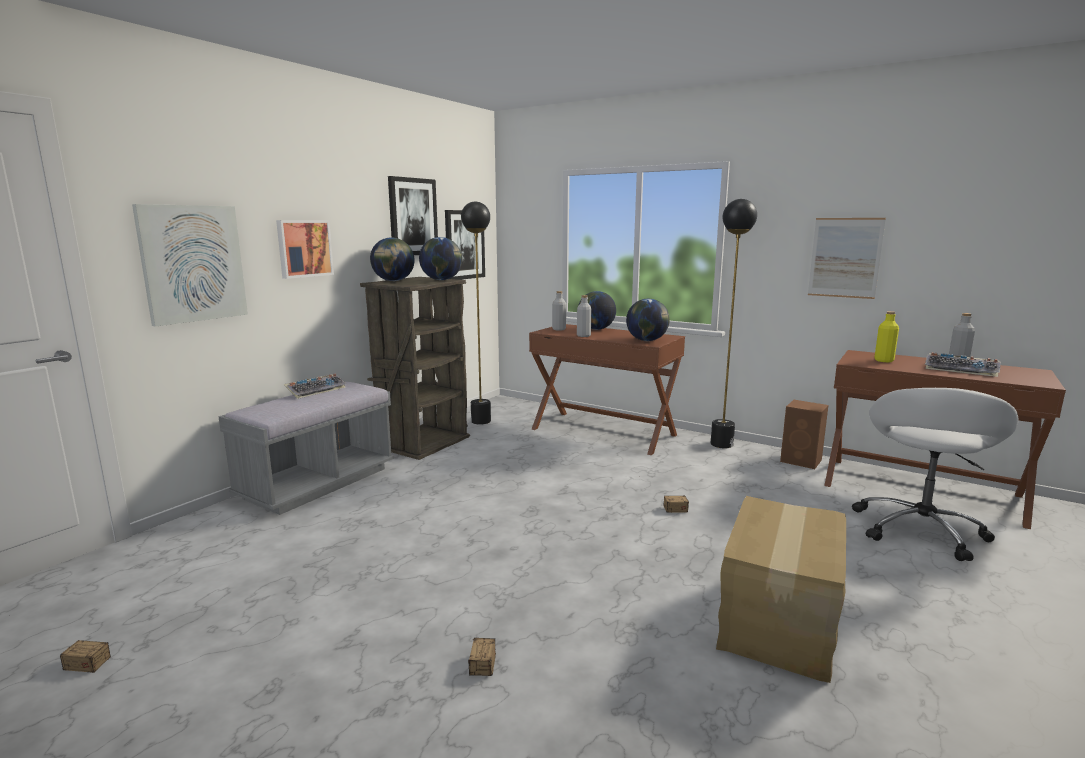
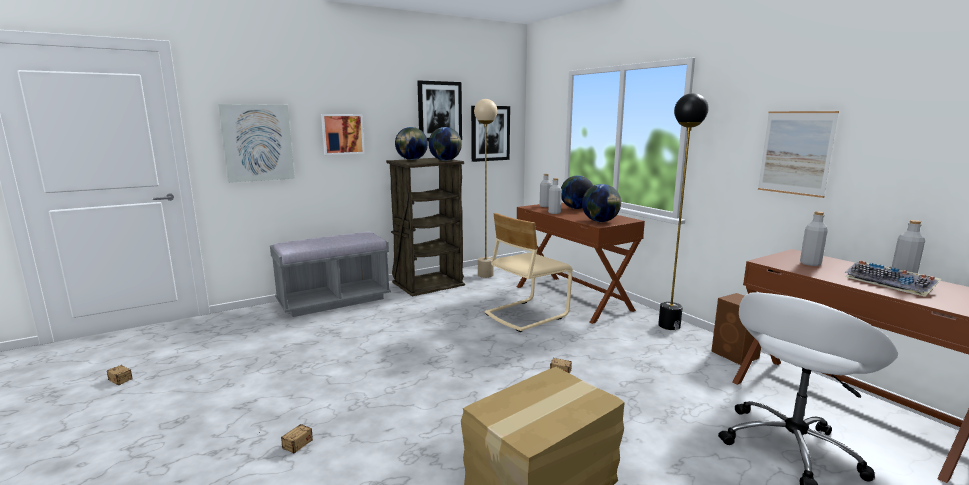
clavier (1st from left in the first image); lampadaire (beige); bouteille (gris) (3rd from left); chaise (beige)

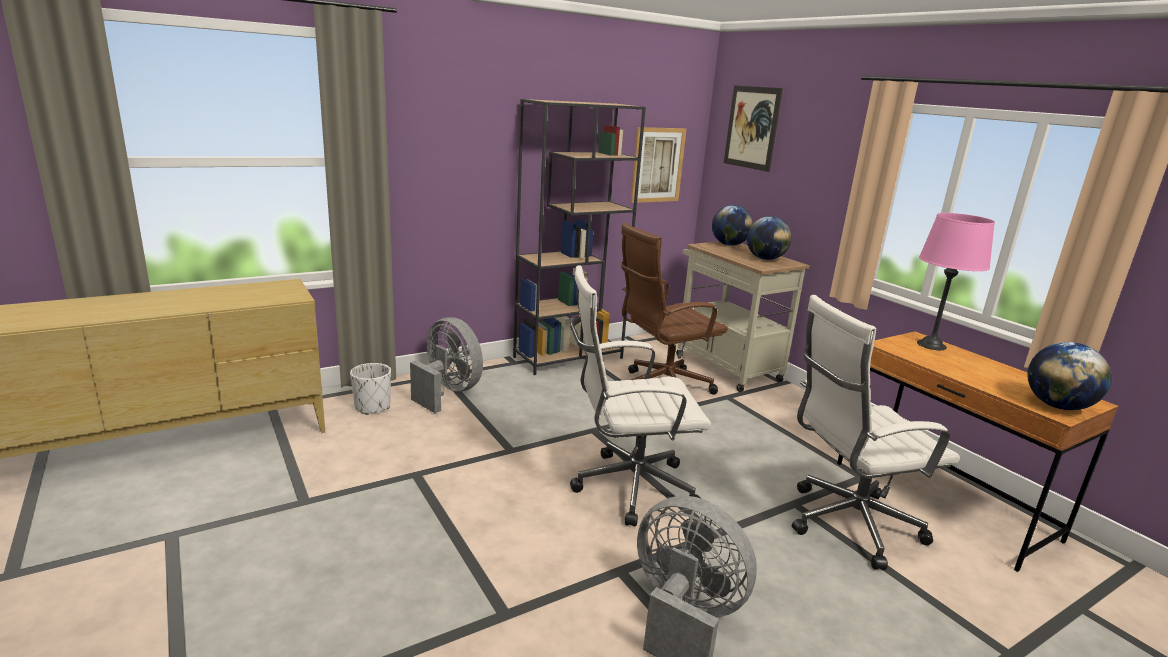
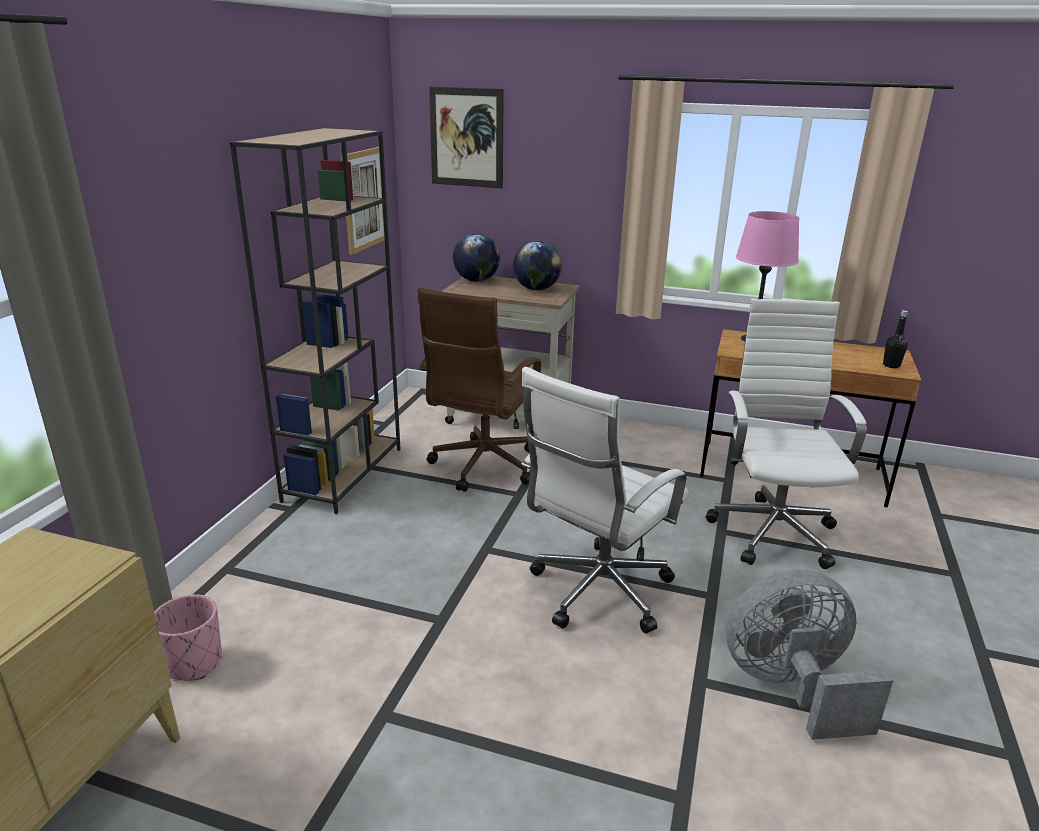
cache-pot (rose); ventilateur (gris) (1st from left in the first image); chaise de bureau (blanc) (2nd from left); bouteille (noir)

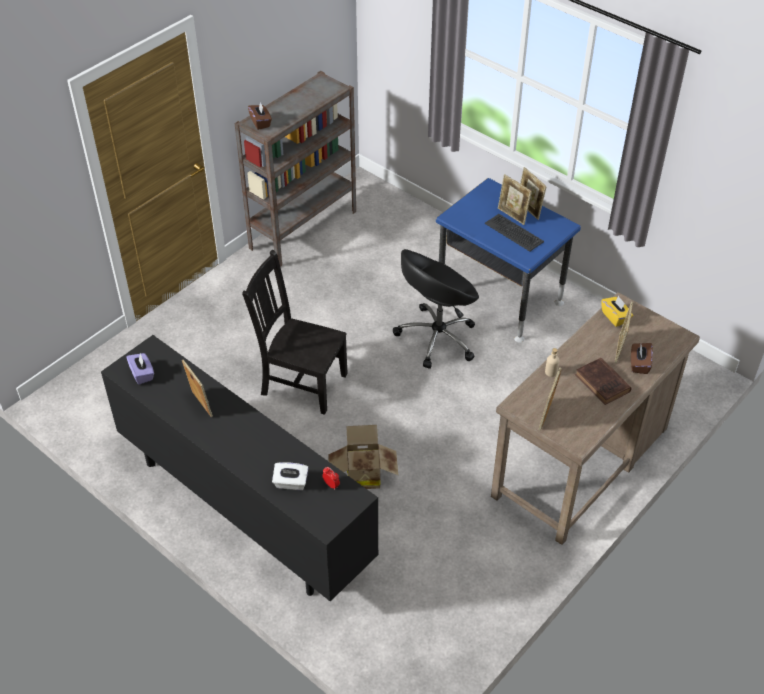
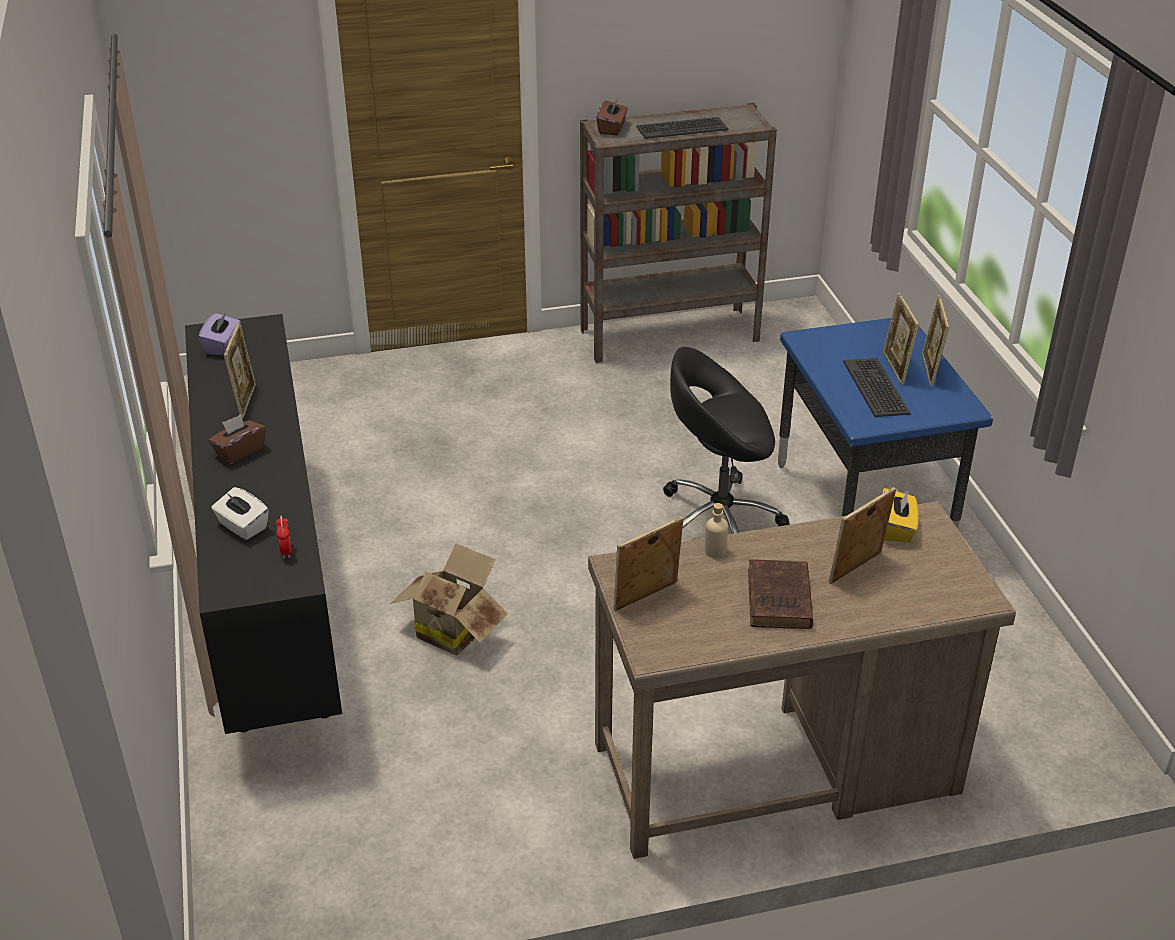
chaise (noir); boîte à mouchoirs (marron) (1st from left); clavier (1st from left)

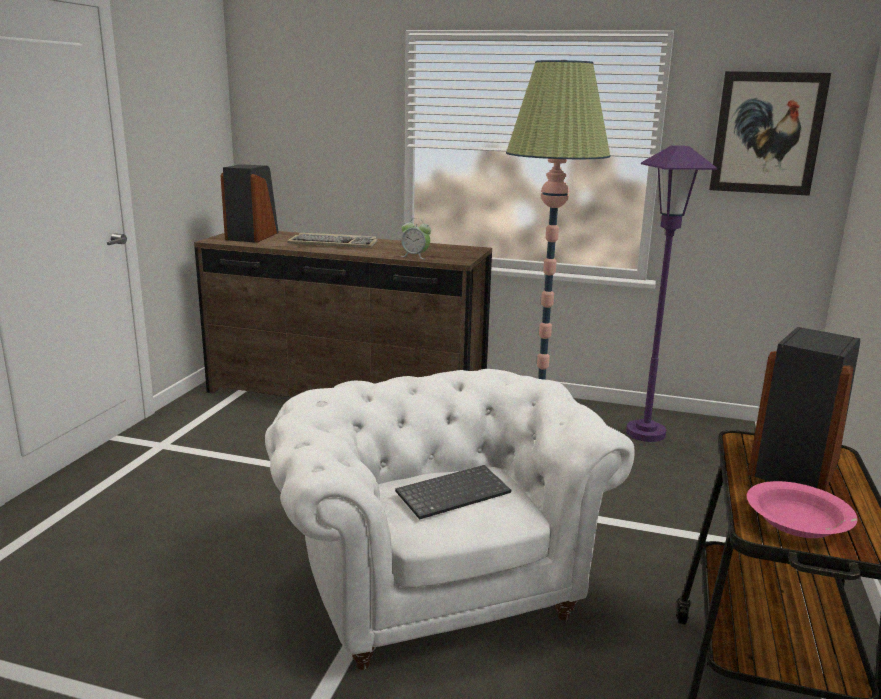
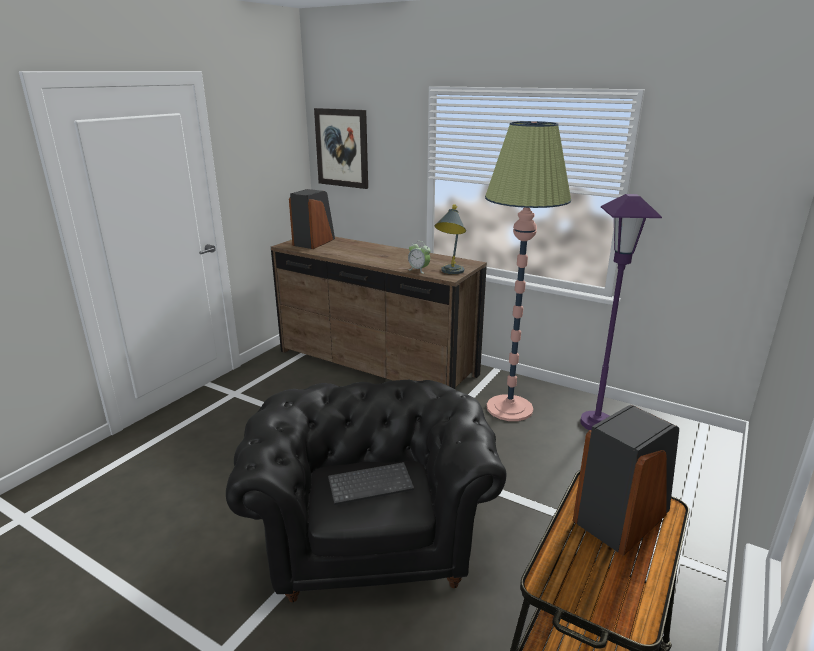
fauteuil (noir); clavier (1st from left in the first image); tableau; bol (rose); lampe de table (gris)

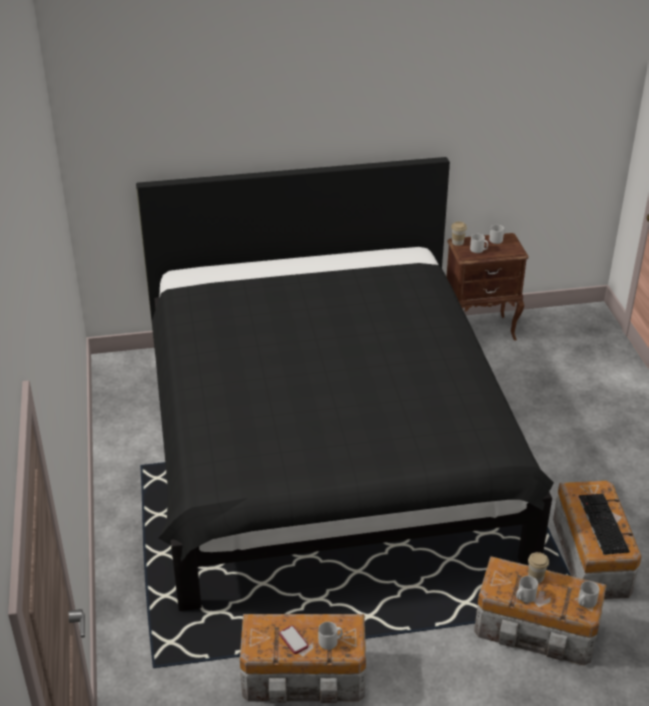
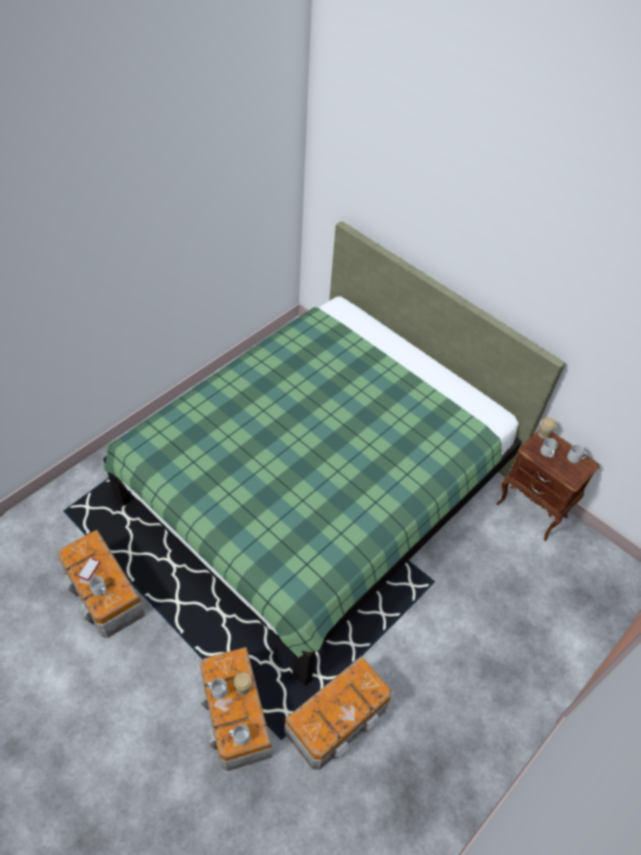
lit (vert); clavier

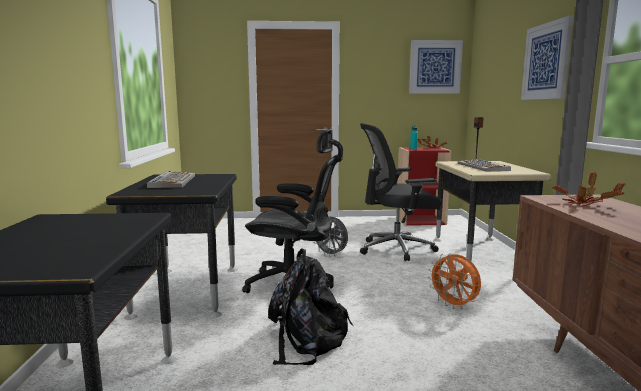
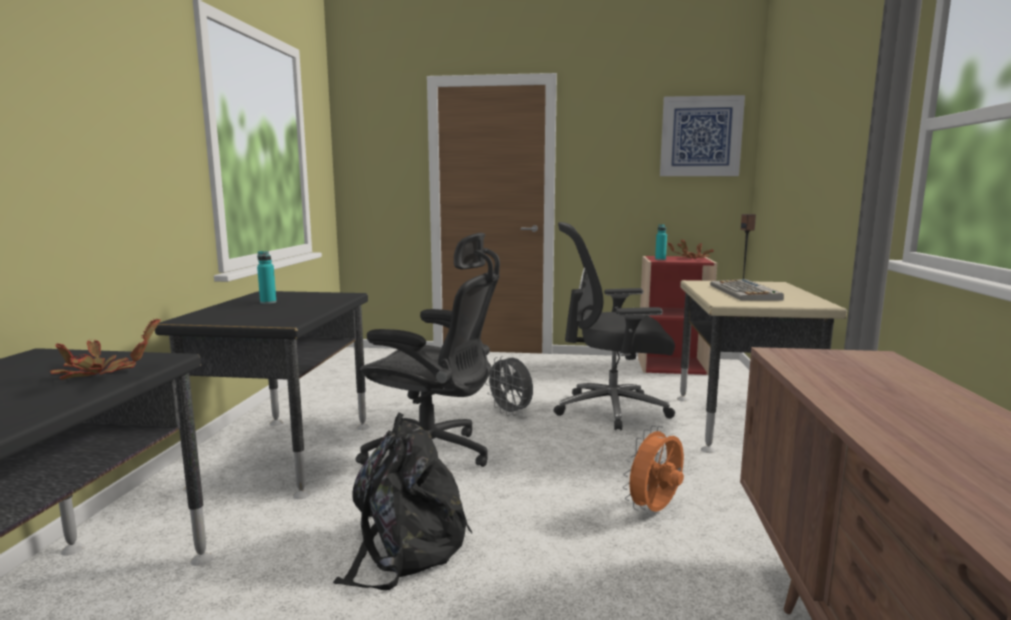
bouteille (turquoise) (1st from left); ventilateur (orange); tableau (2nd from left in the first image); plante en pot (1st from left)

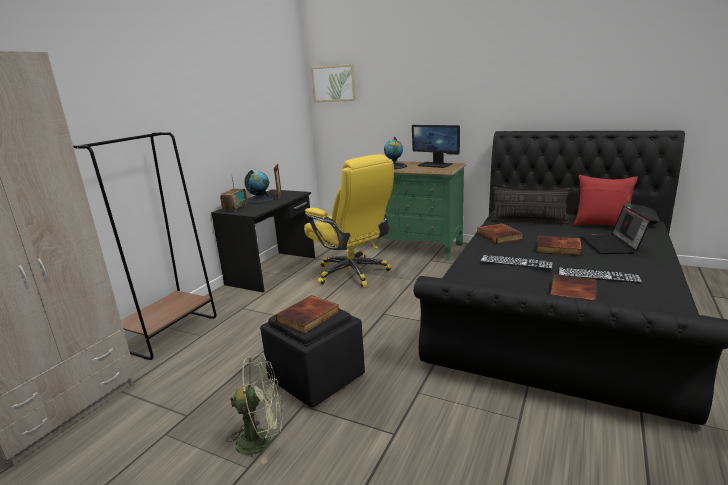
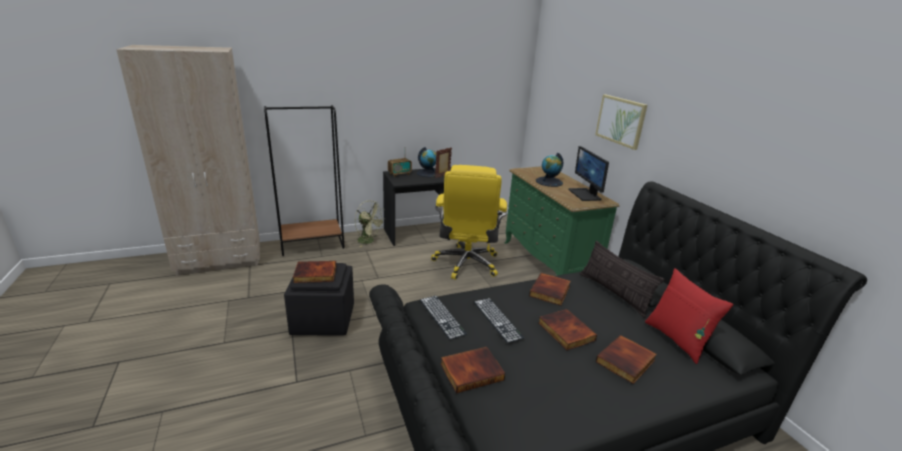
ventilateur (vert); tableau; clavier (1st from left); livre (5th from left)

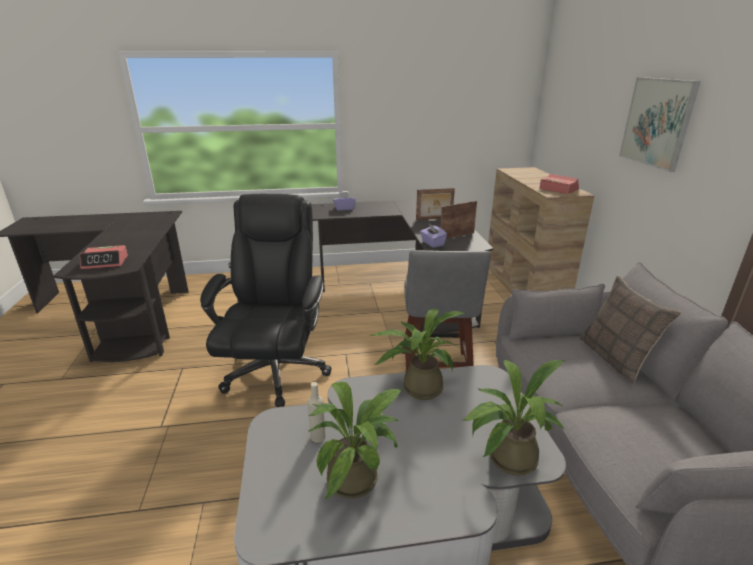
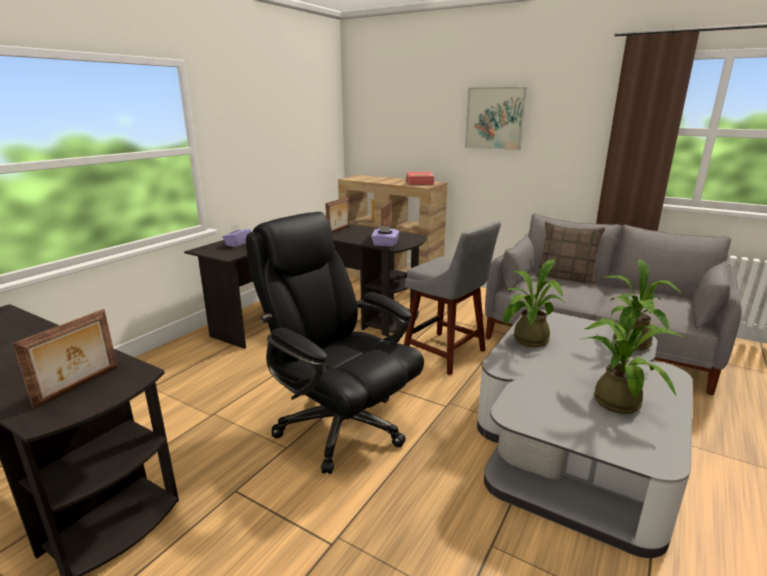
cadre photo (1st from left); bouteille (beige)

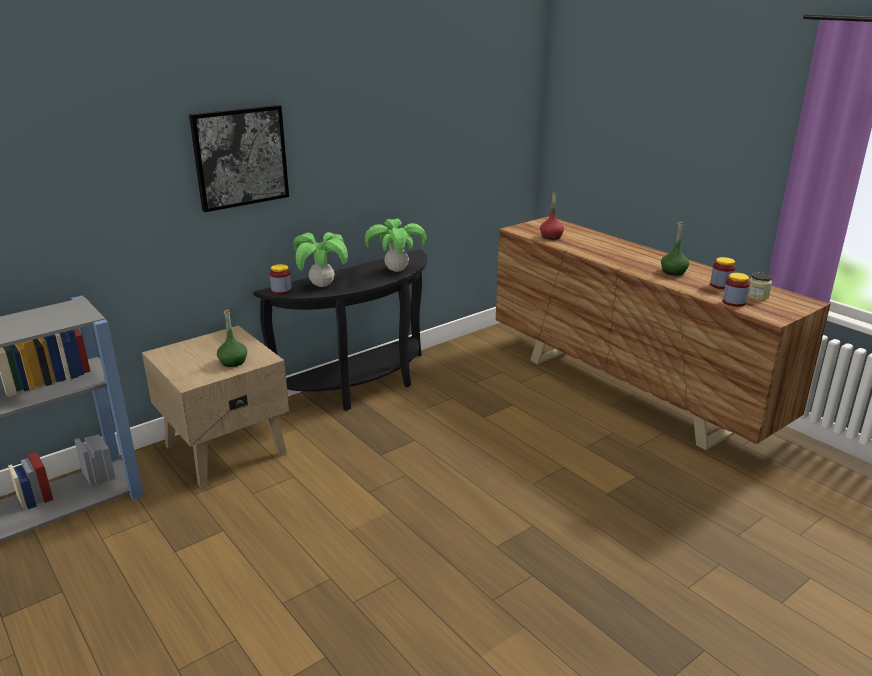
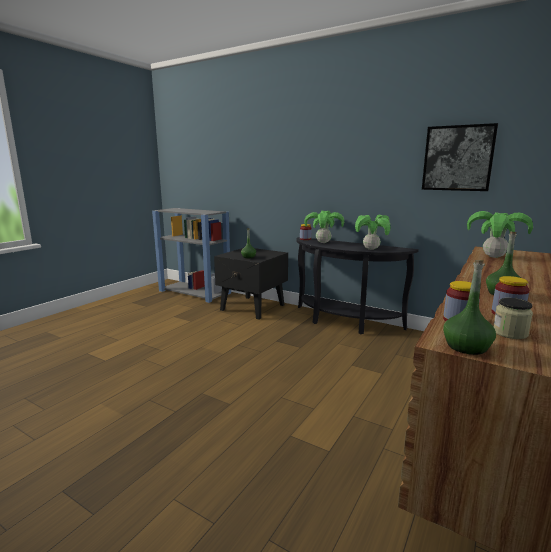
table de chevet (noir); tableau; plante en pot (3rd from left); bouteille (vert) (2nd from left)

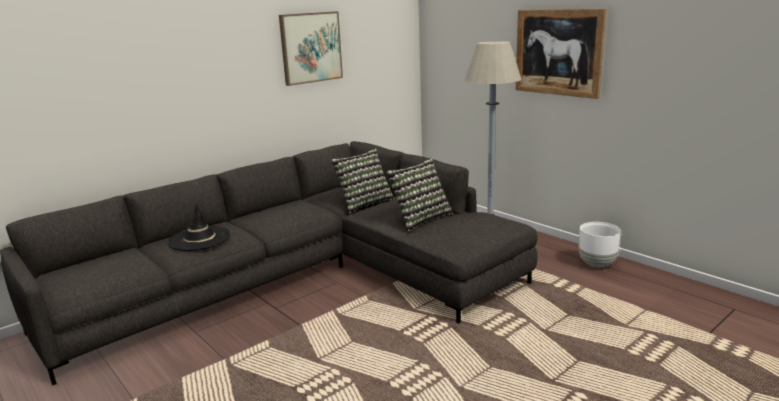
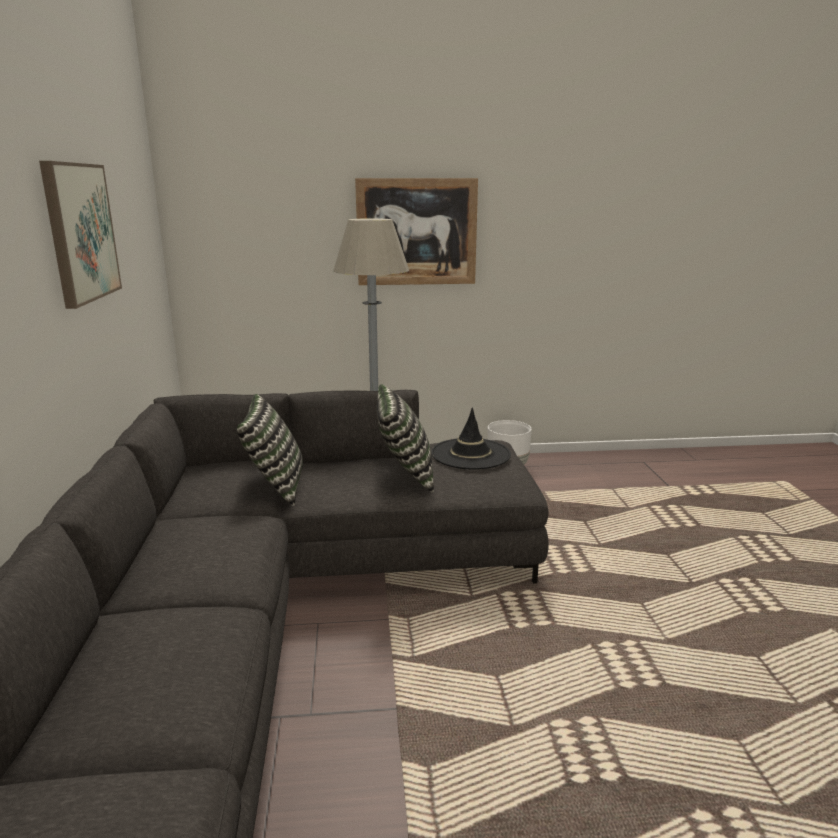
chapeau (noir)

